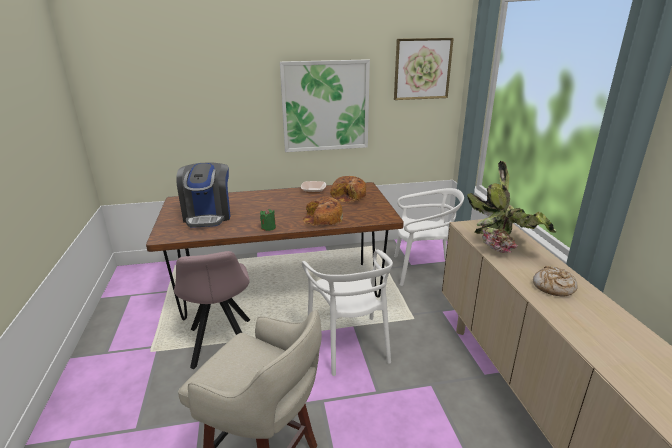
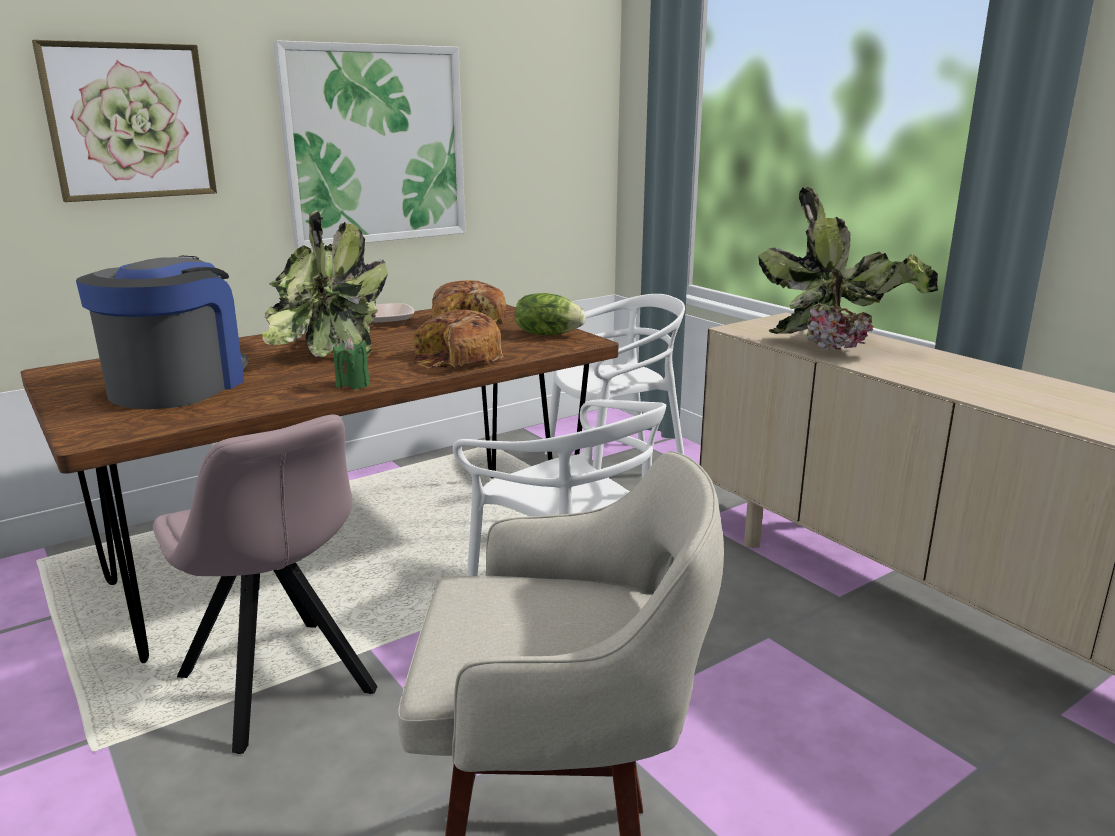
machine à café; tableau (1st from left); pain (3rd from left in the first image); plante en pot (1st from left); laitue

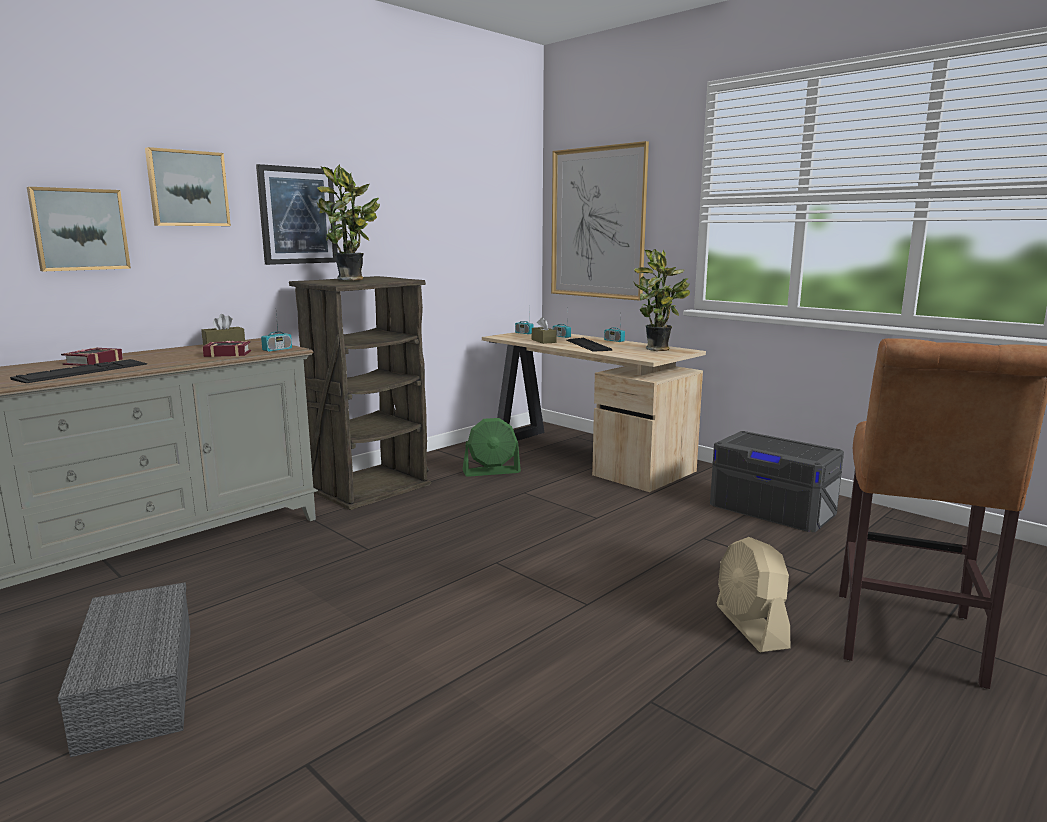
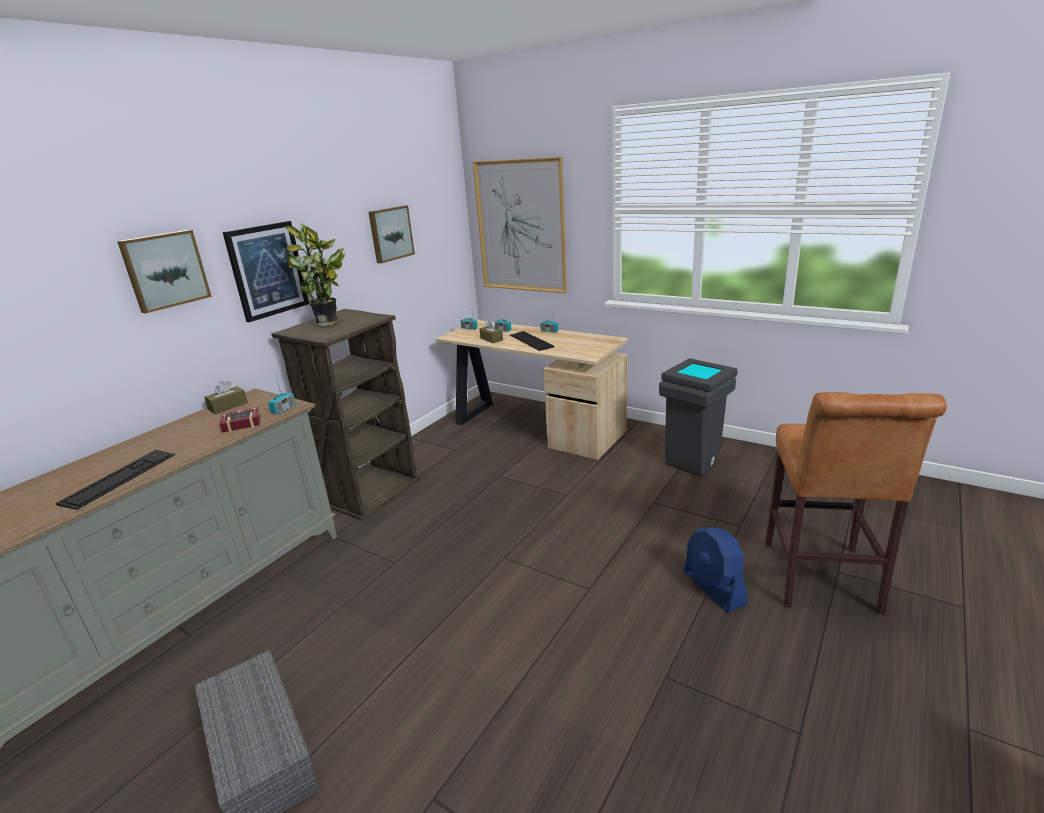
tableau (3rd from left); livre (1st from left in the first image); ventilateur (vert); plante en pot (2nd from left in the first image); poubelle (gris); ventilateur (bleu)

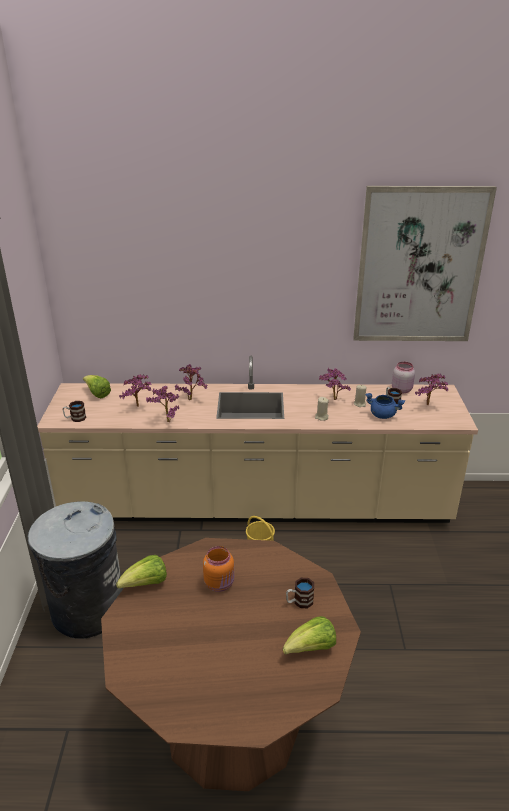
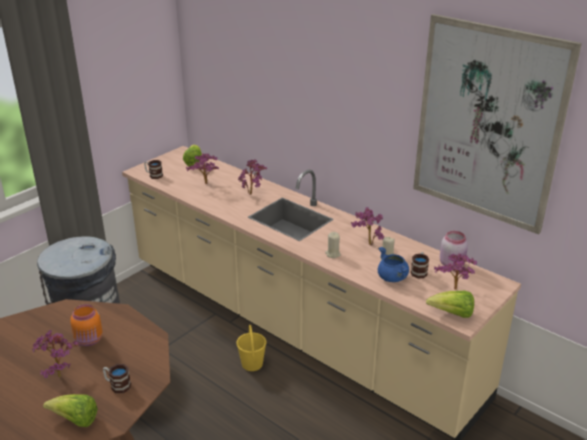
laitue (3rd from left); plante en pot (1st from left)

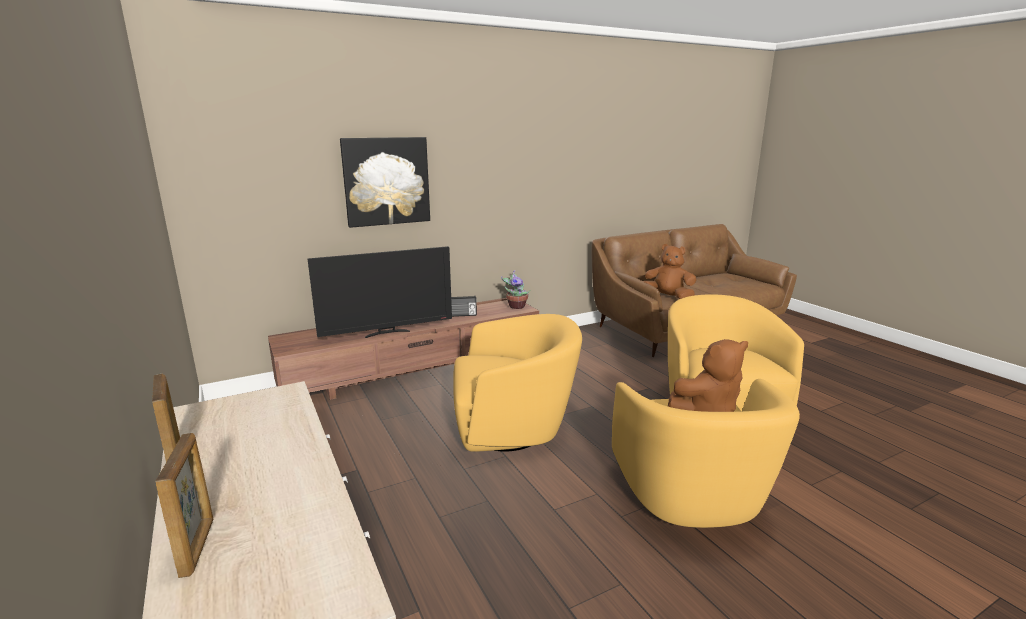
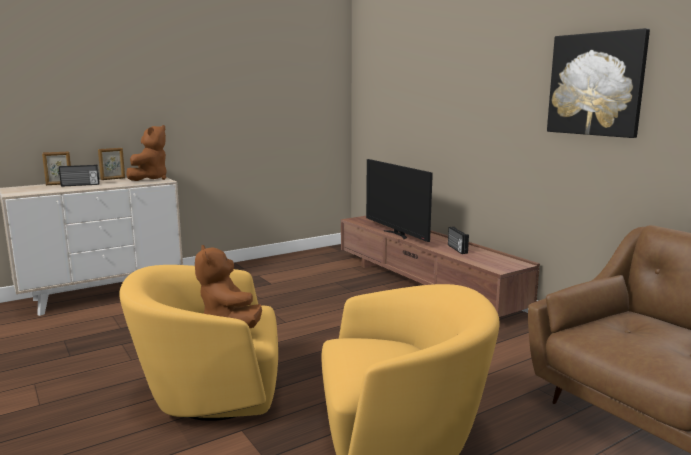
tableau; fauteuil (jaune) (1st from left in the first image); plante en pot; peluche (marron) (1st from left); radio (1st from left)

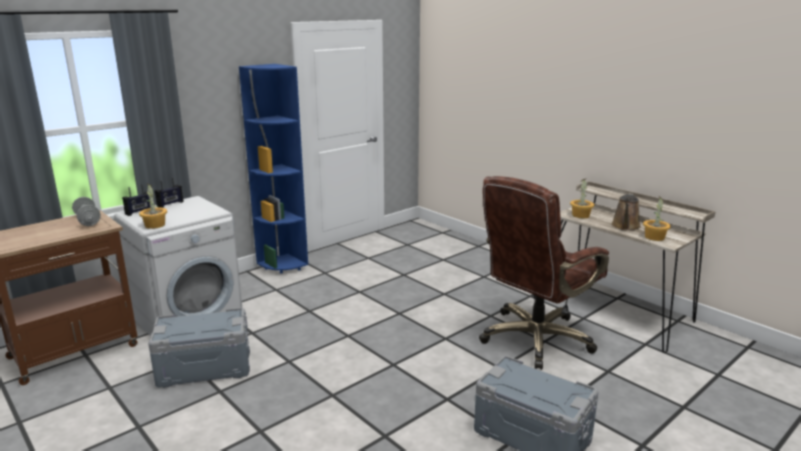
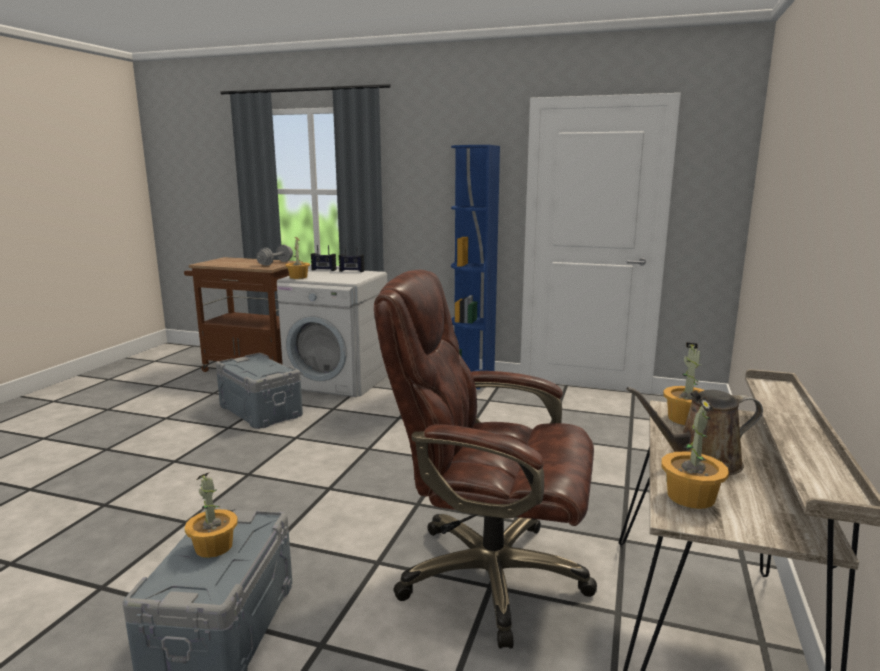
plante en pot (1st from left)

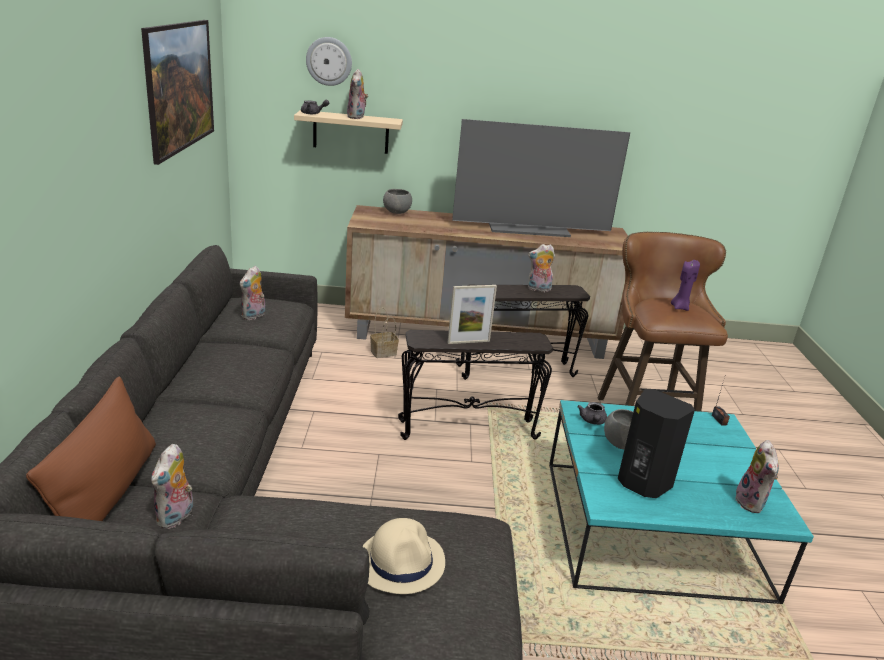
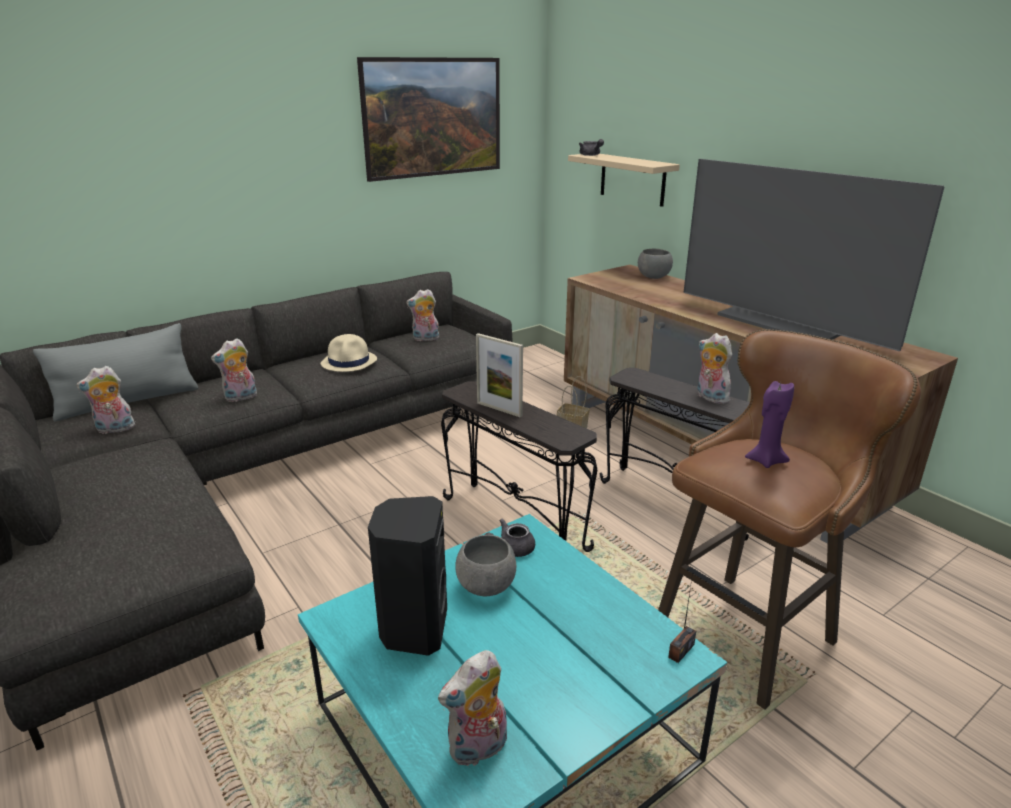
coussin (gris); horloge murale; peluche (2nd from left); chapeau (beige)

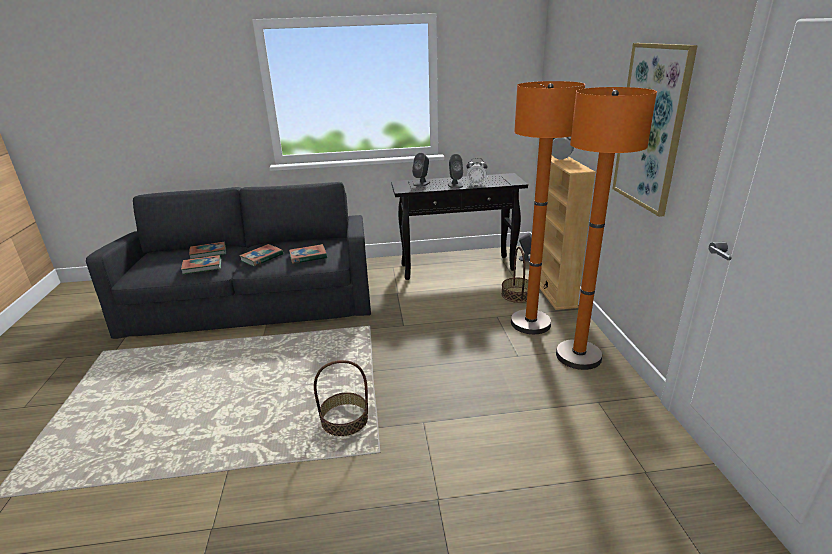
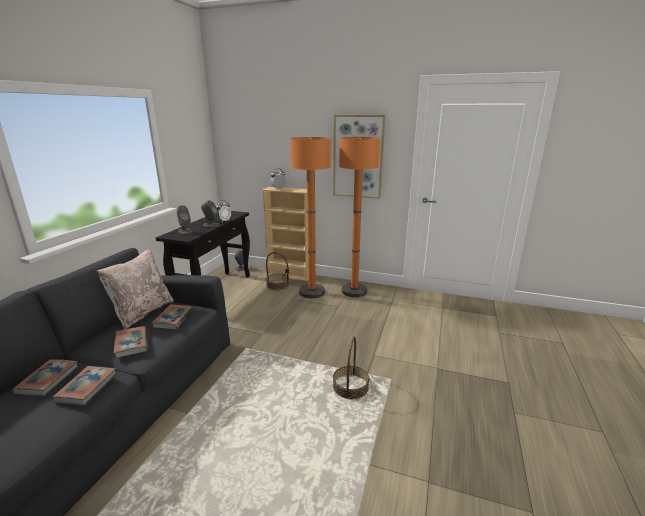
coussin (beige)

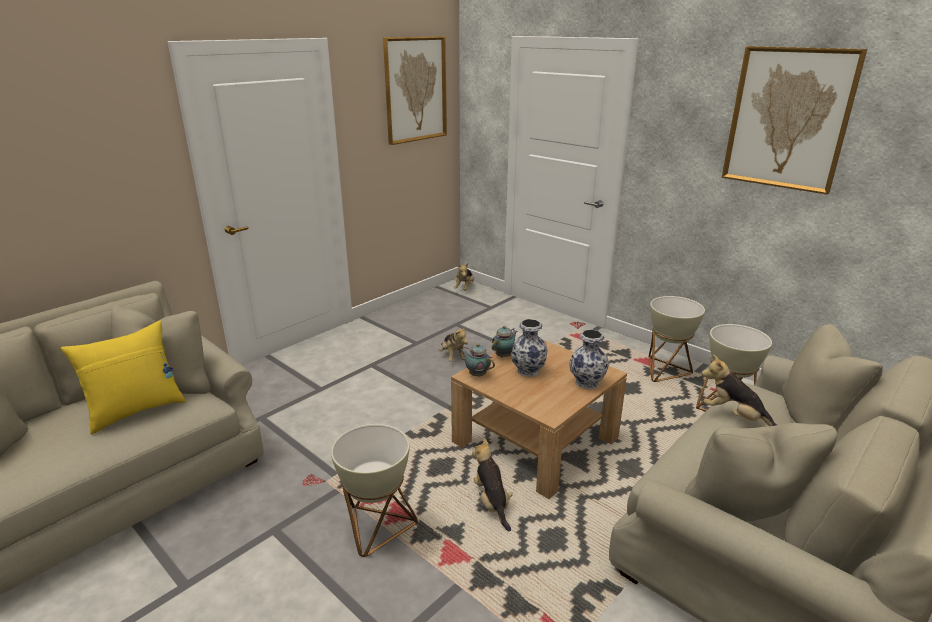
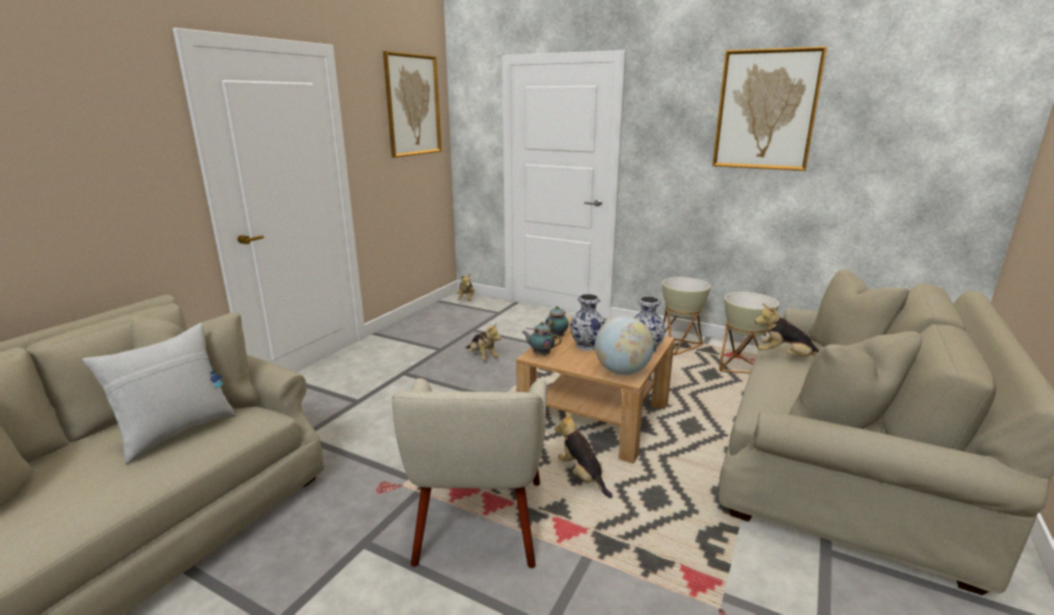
coussin (gris); fauteuil (beige); globe

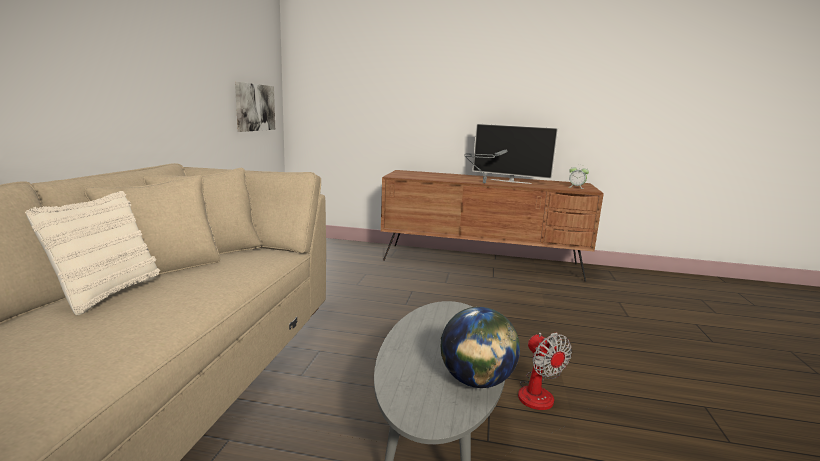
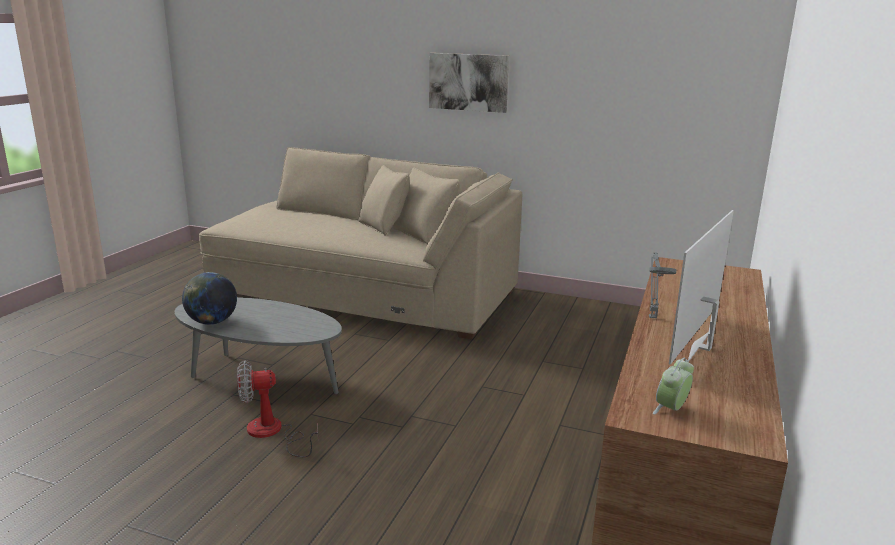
coussin (beige); tableau

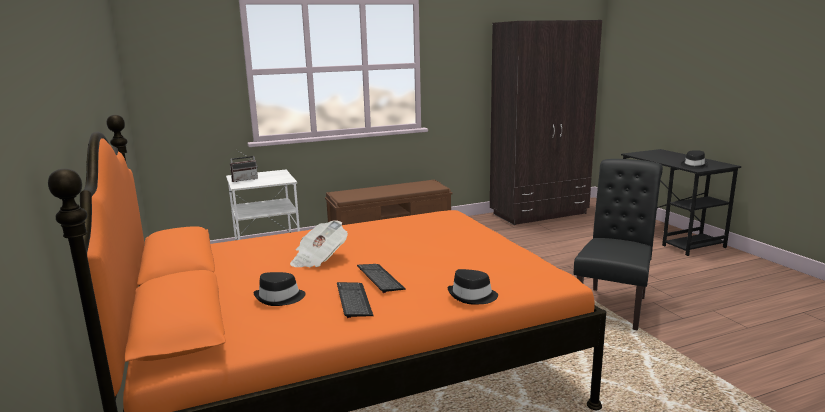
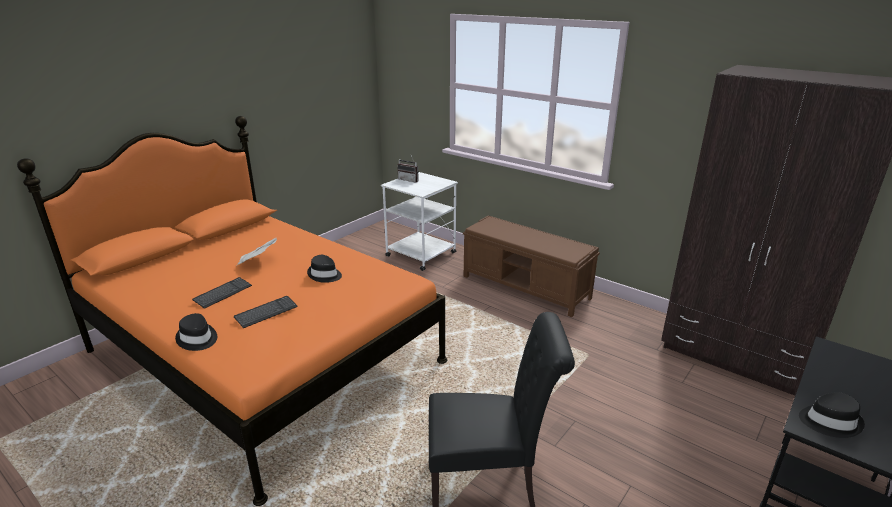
chapeau (noir) (2nd from left); clavier (2nd from left)

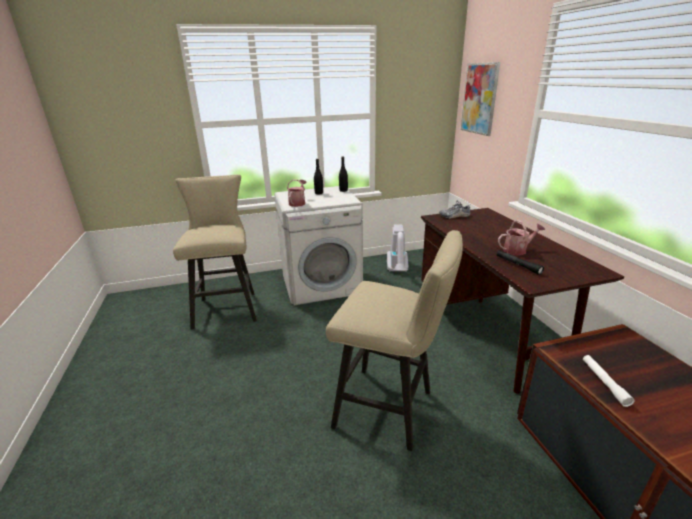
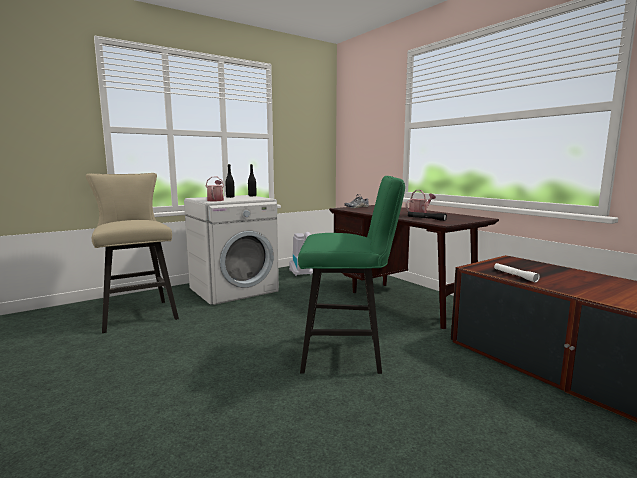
tabouret (vert); tableau

